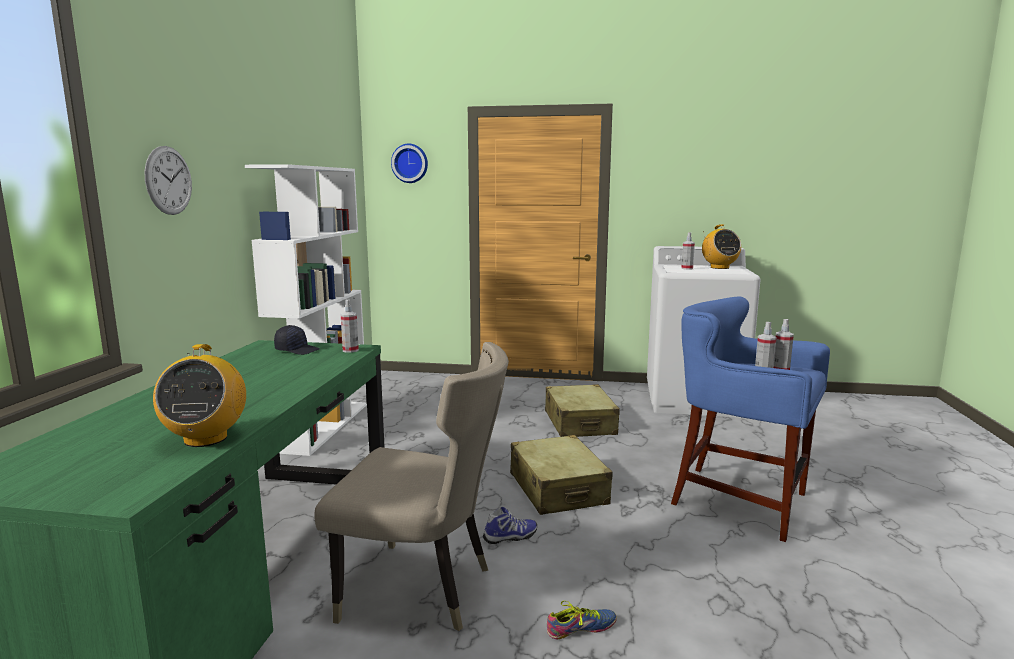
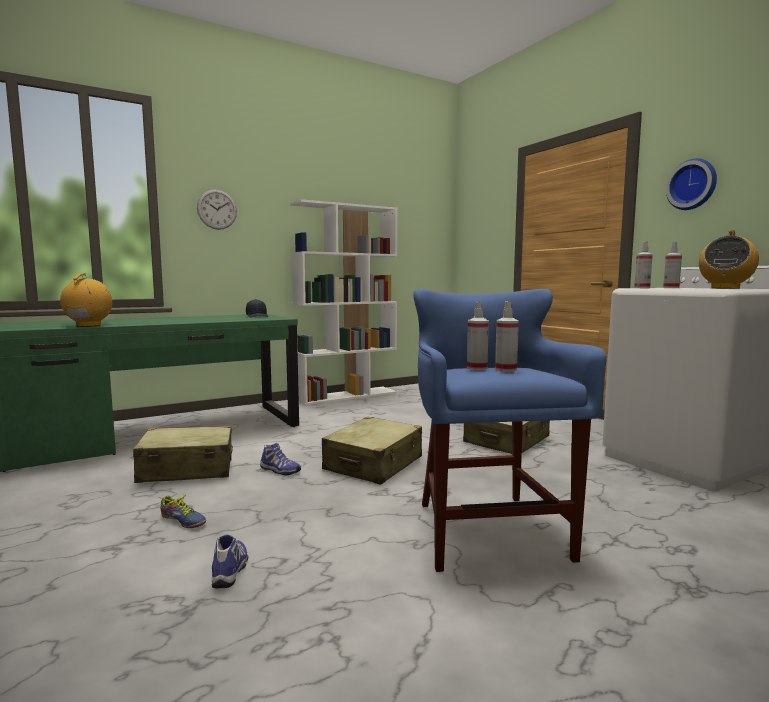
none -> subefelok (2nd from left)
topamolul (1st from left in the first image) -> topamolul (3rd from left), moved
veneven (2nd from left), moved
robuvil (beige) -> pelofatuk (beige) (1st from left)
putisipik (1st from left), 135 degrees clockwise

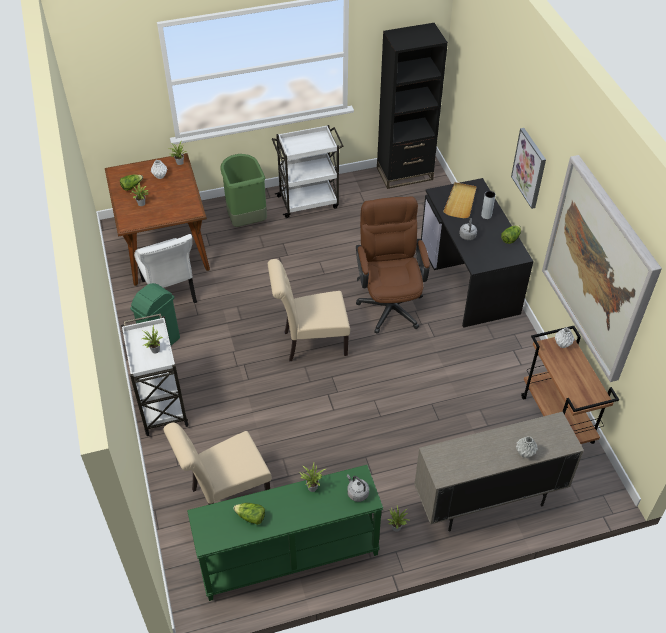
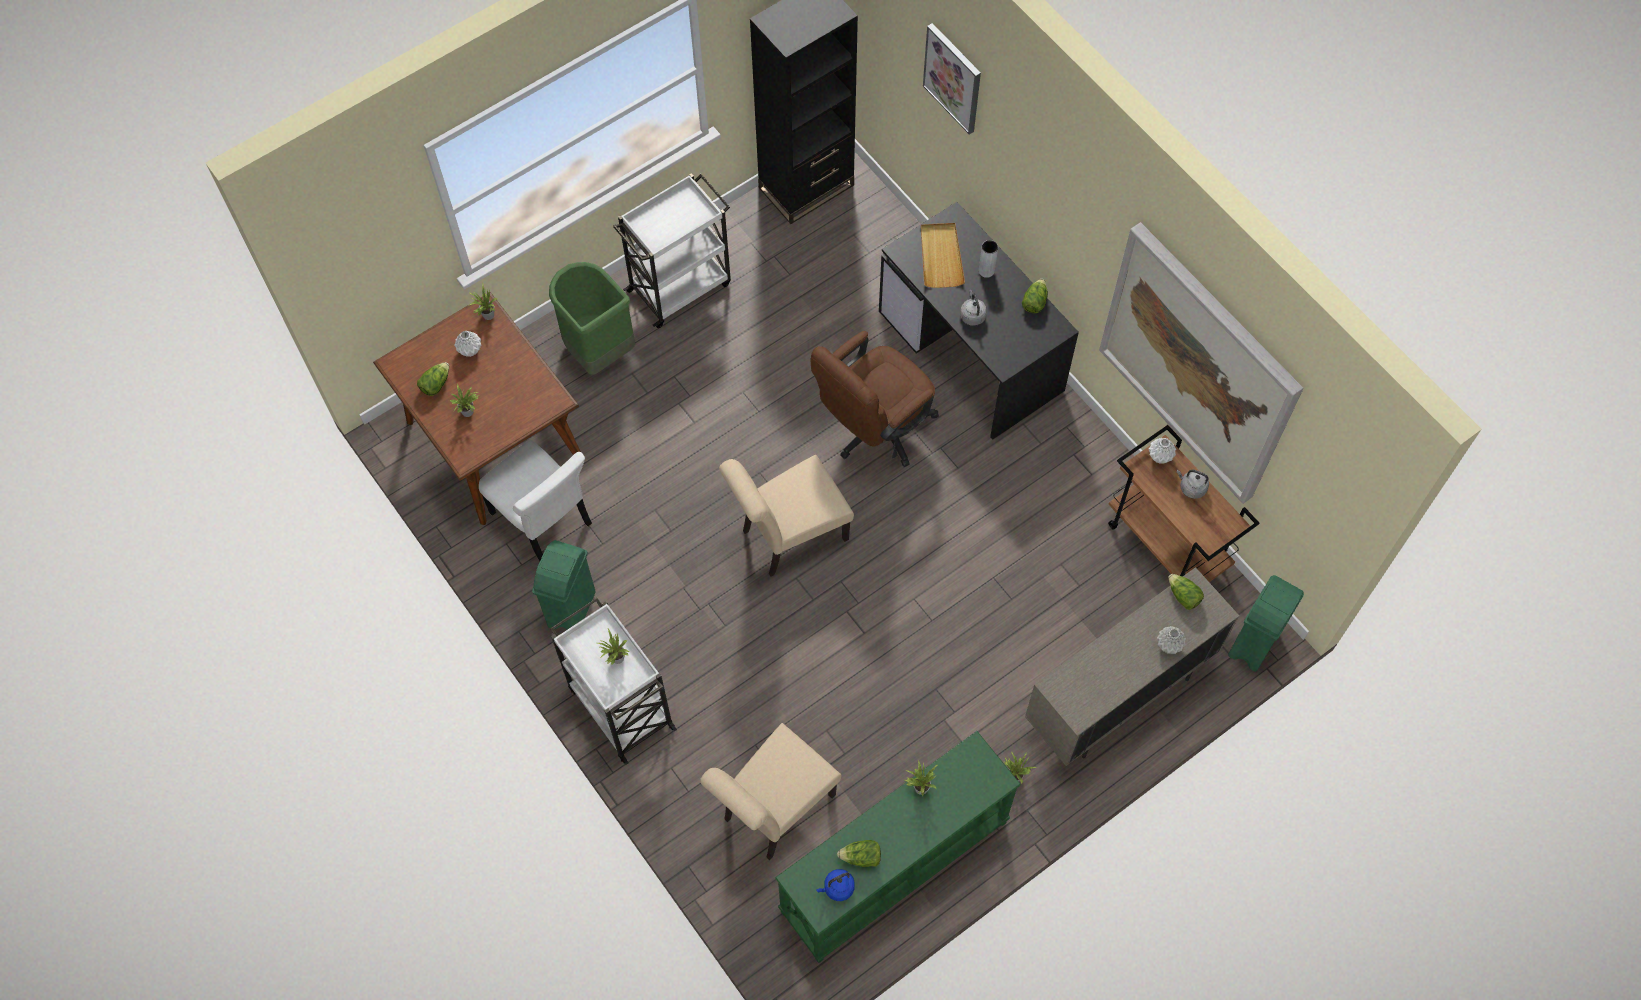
none -> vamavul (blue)
none -> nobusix (4th from left)
none -> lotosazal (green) (3rd from left)
vamavul (grey) (1st from left in the first image) -> vamavul (grey) (2nd from left), moved
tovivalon (1st from left), moved
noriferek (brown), 105 degrees counterclockwise

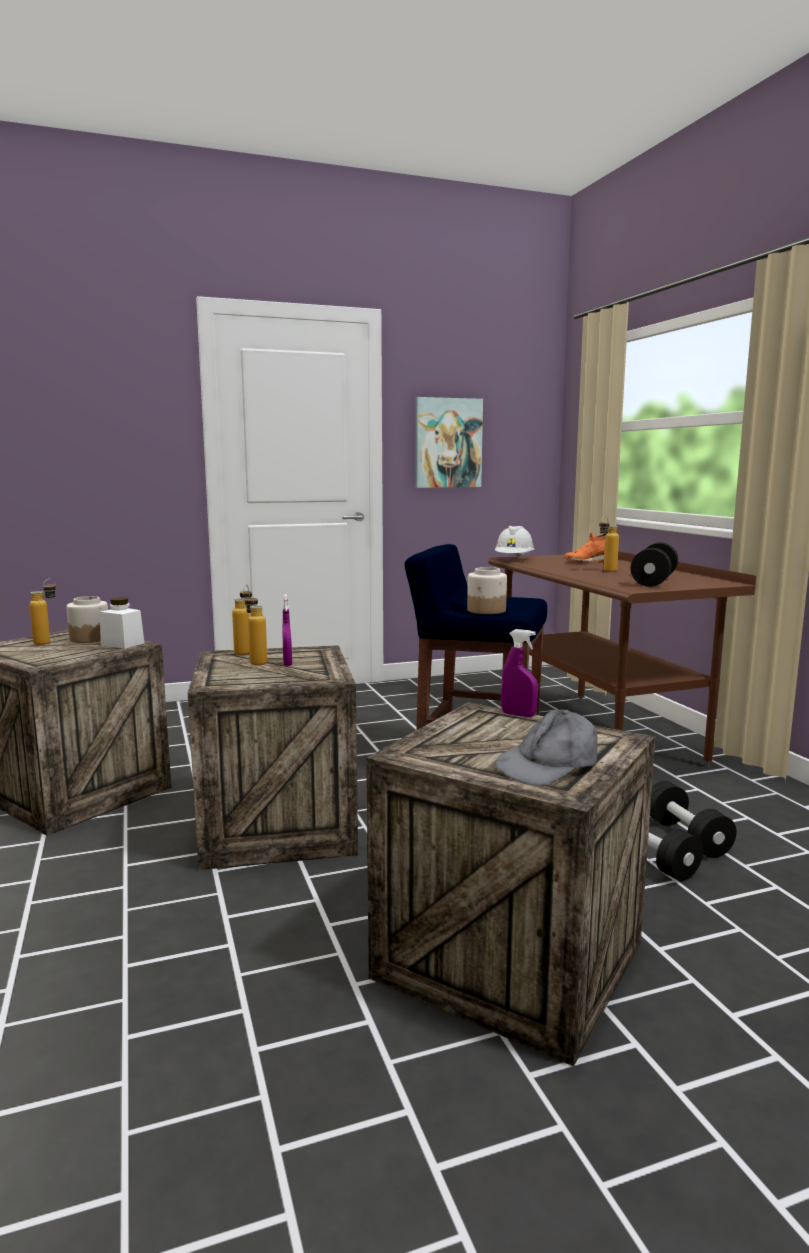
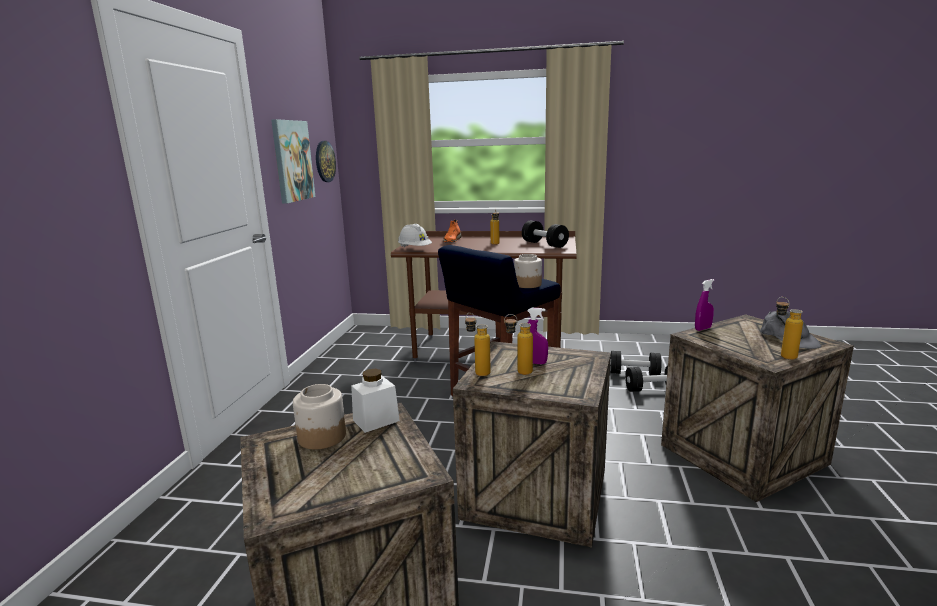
none -> veneven
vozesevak (1st from left in the first image) -> vozesevak (4th from left), moved

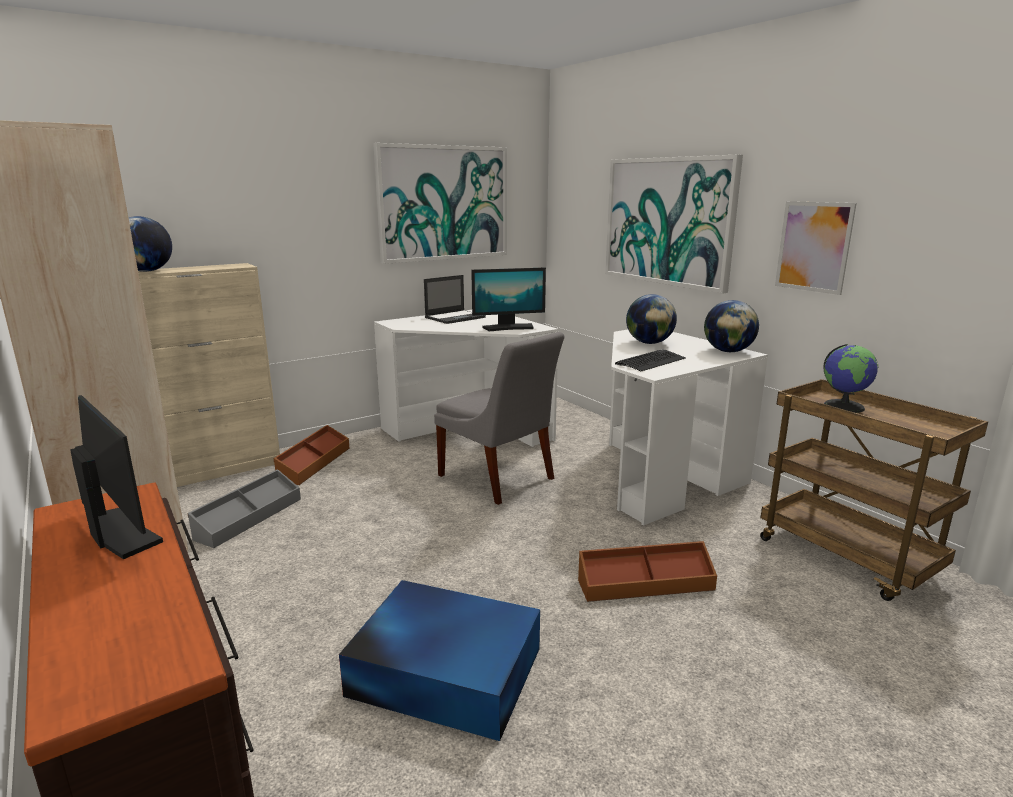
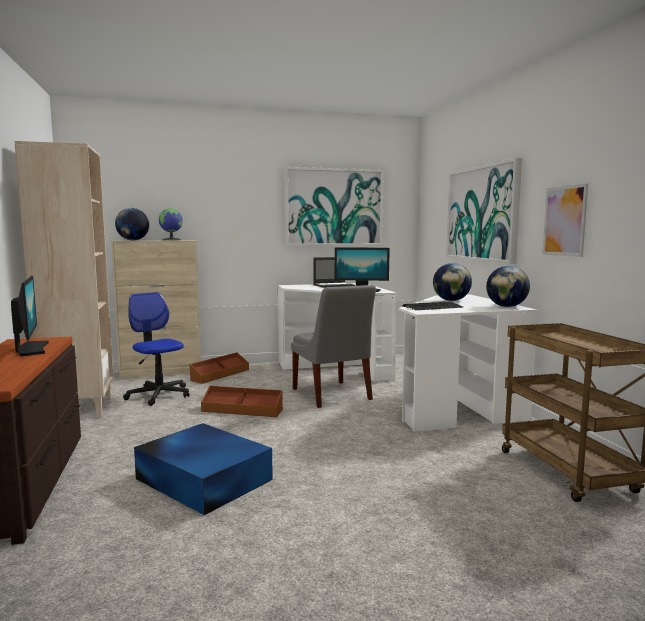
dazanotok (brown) (2nd from left), moved
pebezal (4th from left in the first image) -> pebezal (2nd from left), moved
dazanotok (grey) -> noriferek

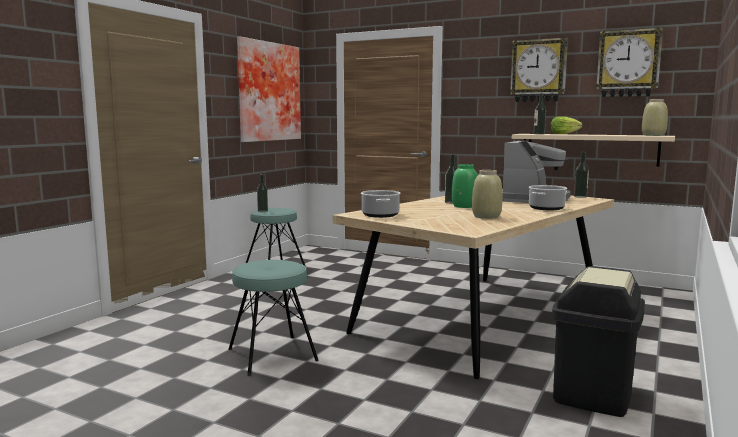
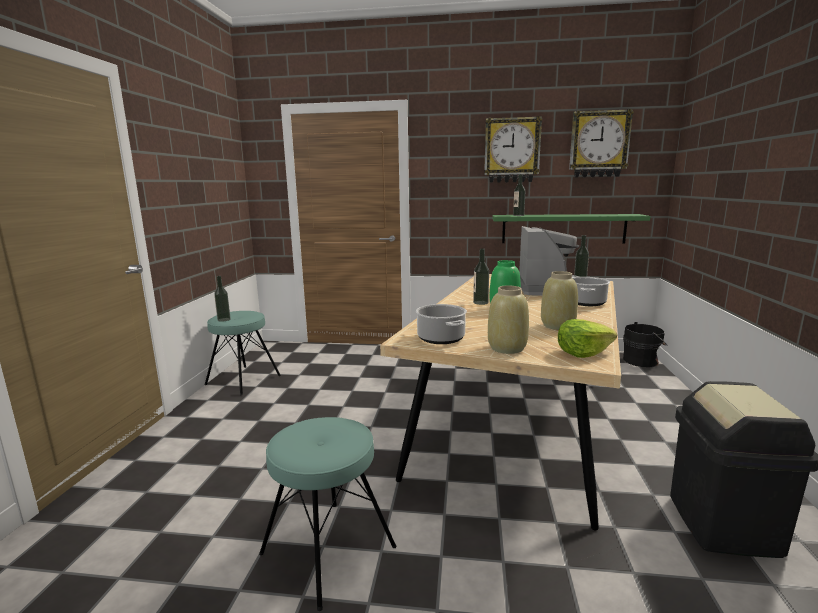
tovivalon -> none
none -> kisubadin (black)
nobusix, moved
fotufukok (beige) (2nd from left in the first image) -> fotufukok (beige) (1st from left), moved
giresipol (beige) -> giresipol (green)

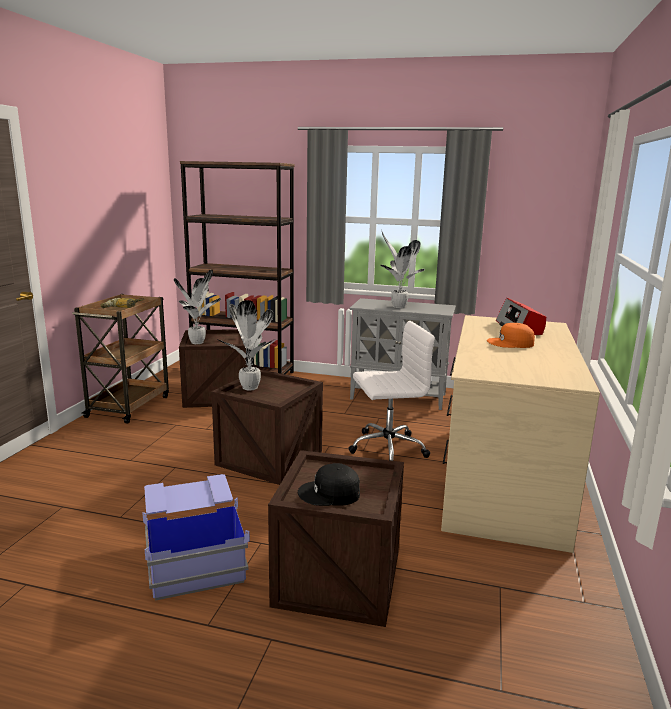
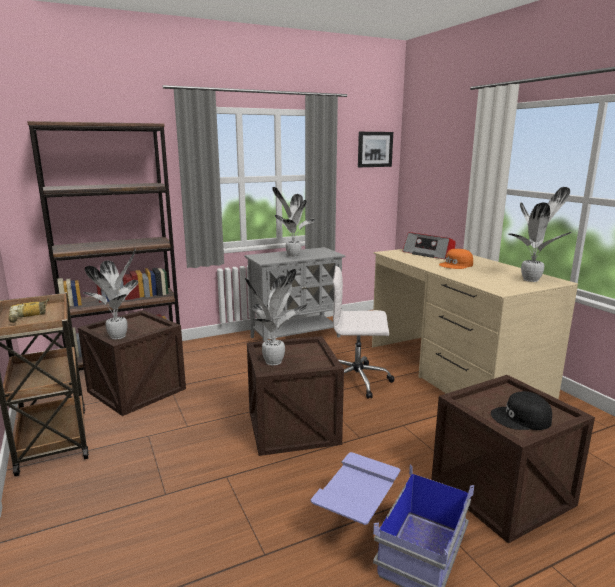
none -> tovivalon
none -> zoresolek (4th from left)
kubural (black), 45 degrees clockwise
noriferek (white), 120 degrees counterclockwise

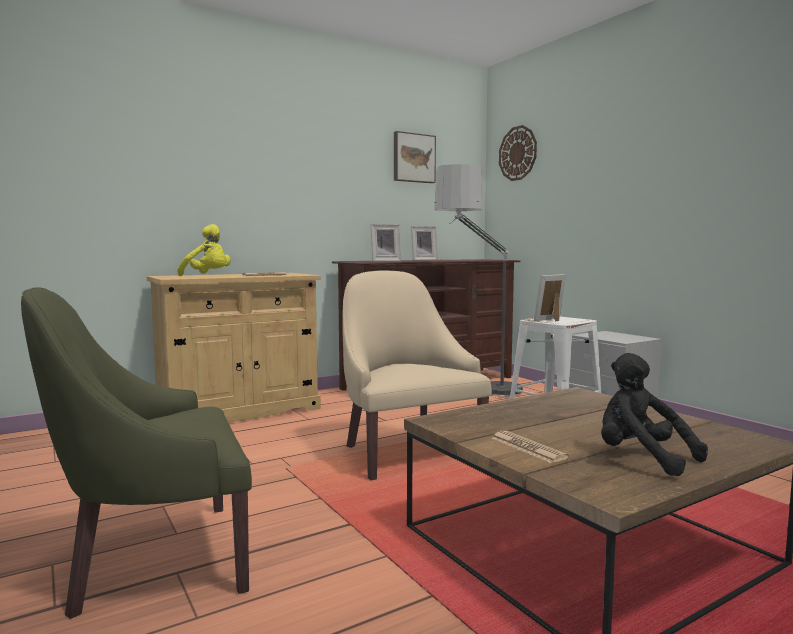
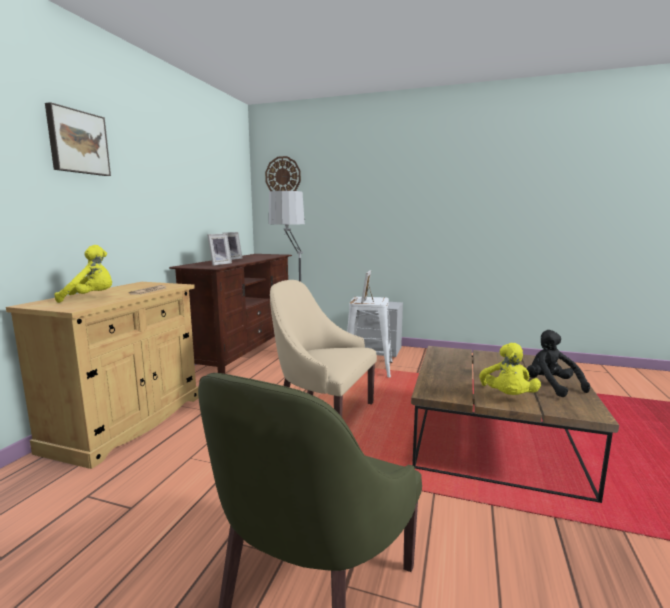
tovivalon, moved
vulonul (2nd from left) -> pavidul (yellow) (2nd from left)
pavidul (black), 60 degrees clockwise

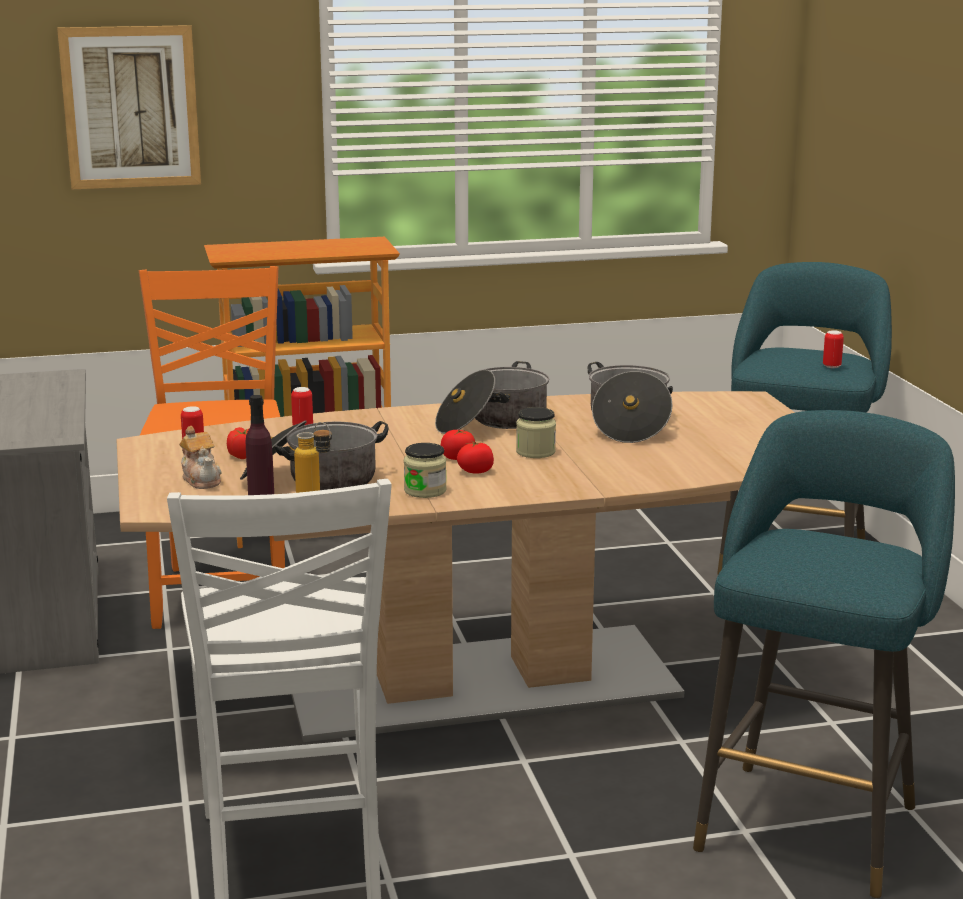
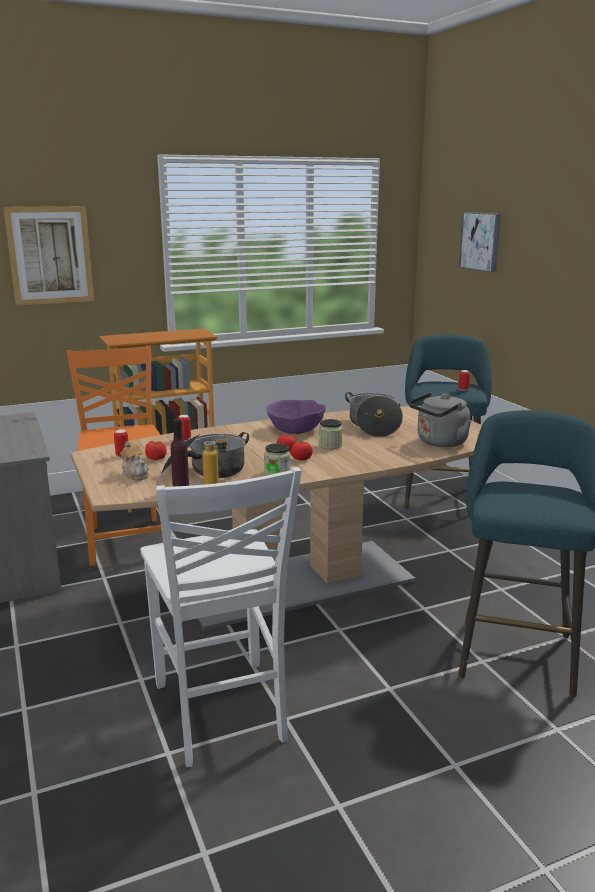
none -> vamavul (grey)
none -> tovivalon (2nd from left)
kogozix (2nd from left) -> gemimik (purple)

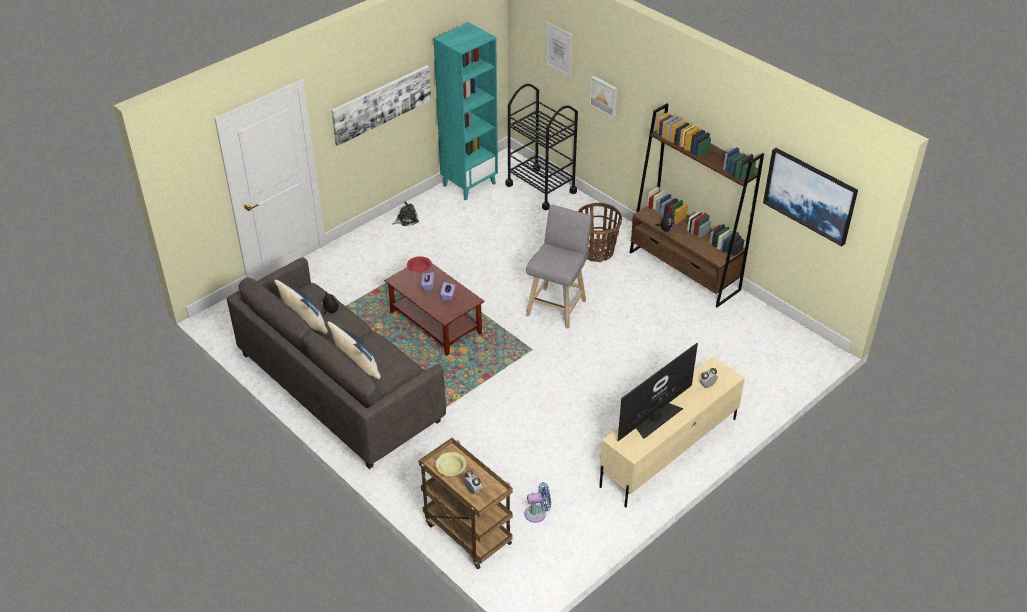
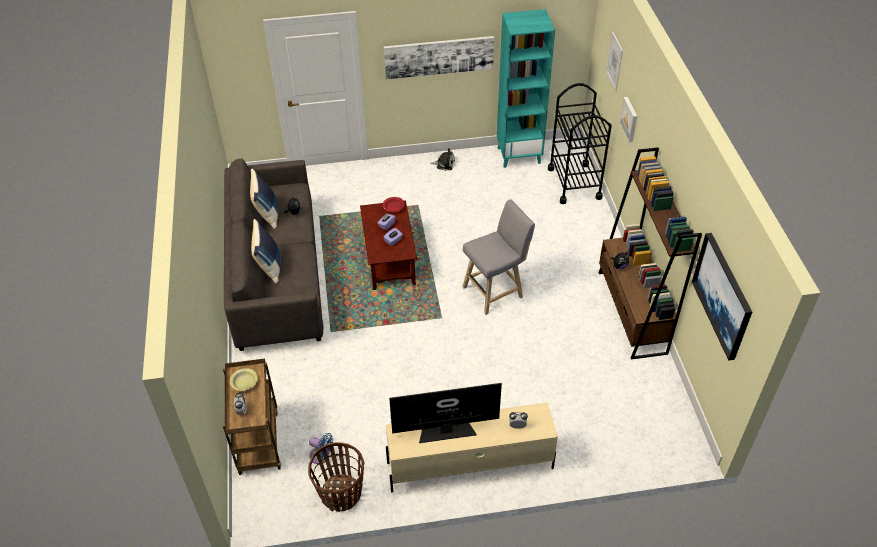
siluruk, moved

